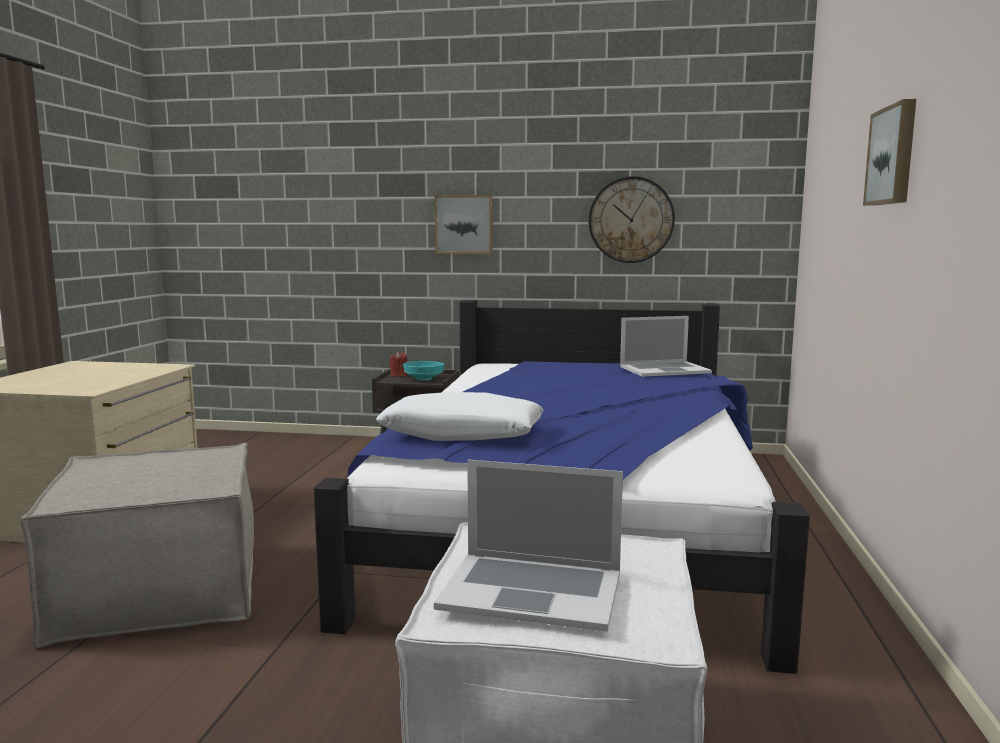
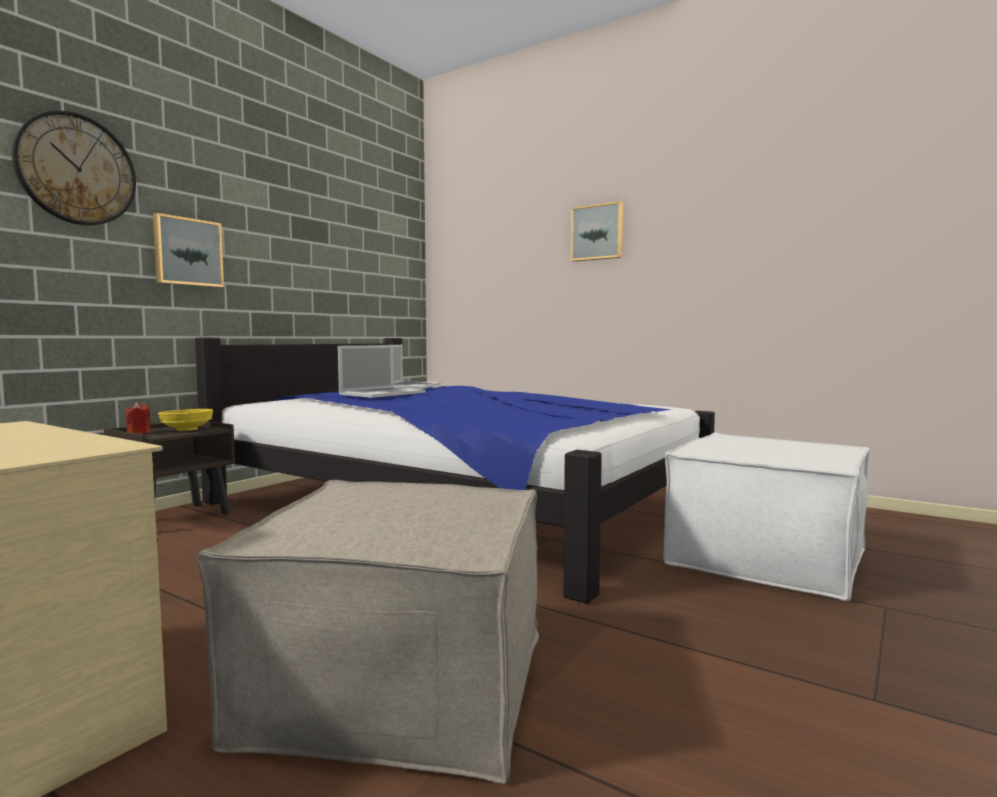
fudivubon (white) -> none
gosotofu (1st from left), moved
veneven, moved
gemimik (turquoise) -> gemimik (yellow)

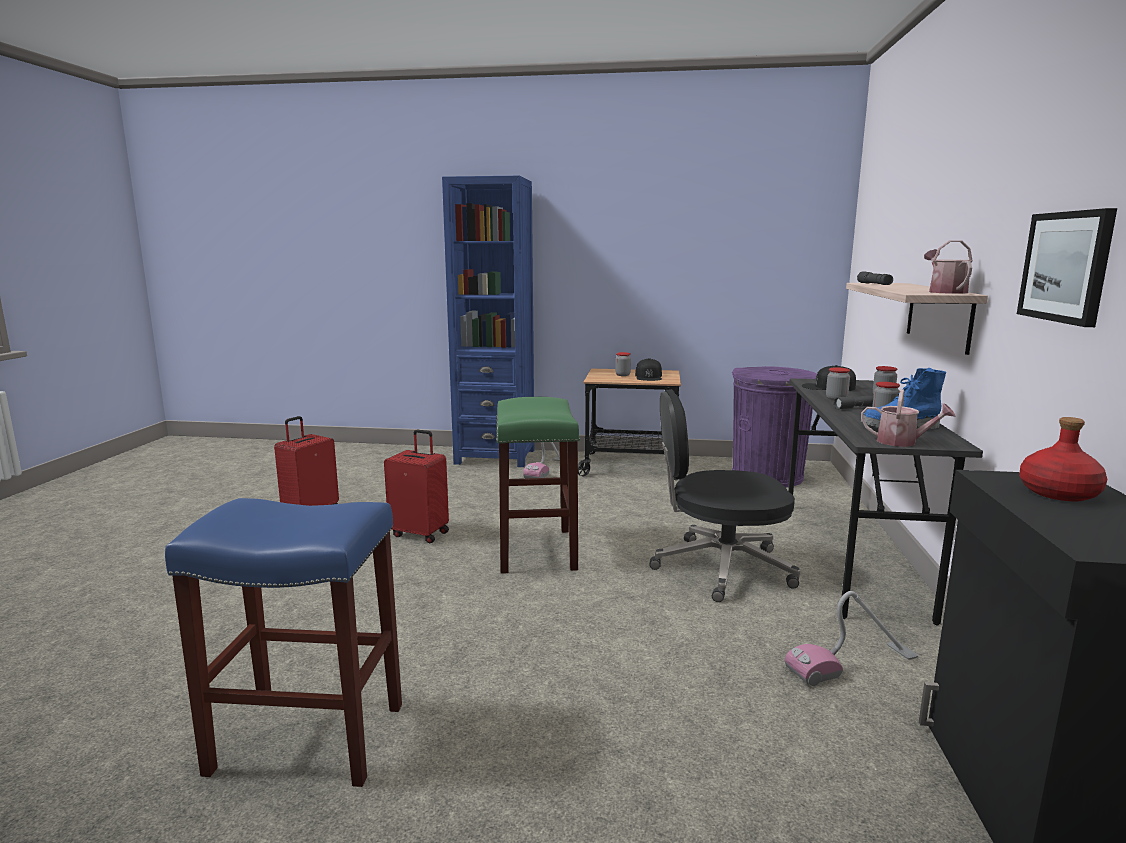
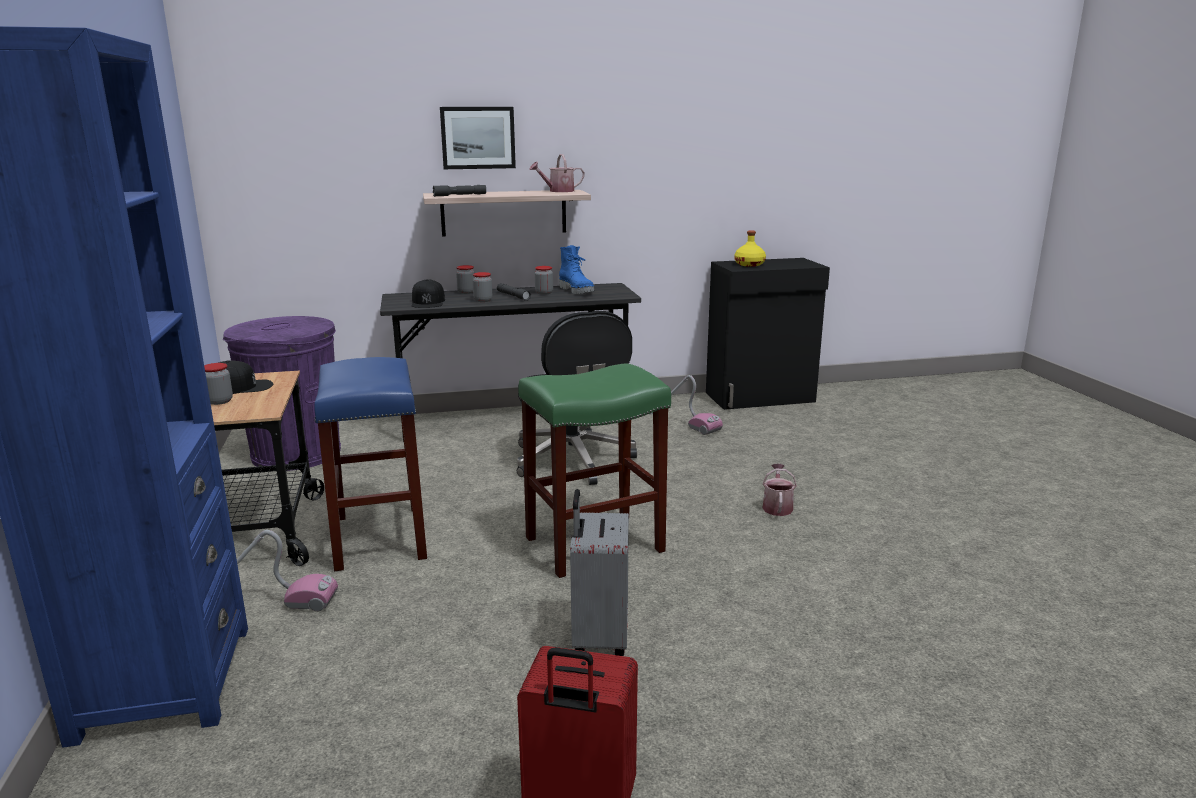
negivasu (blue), moved
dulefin (1st from left in the first image) -> dulefin (2nd from left), moved
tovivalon, moved
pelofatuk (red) (2nd from left) -> pelofatuk (grey)
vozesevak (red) -> vozesevak (yellow)

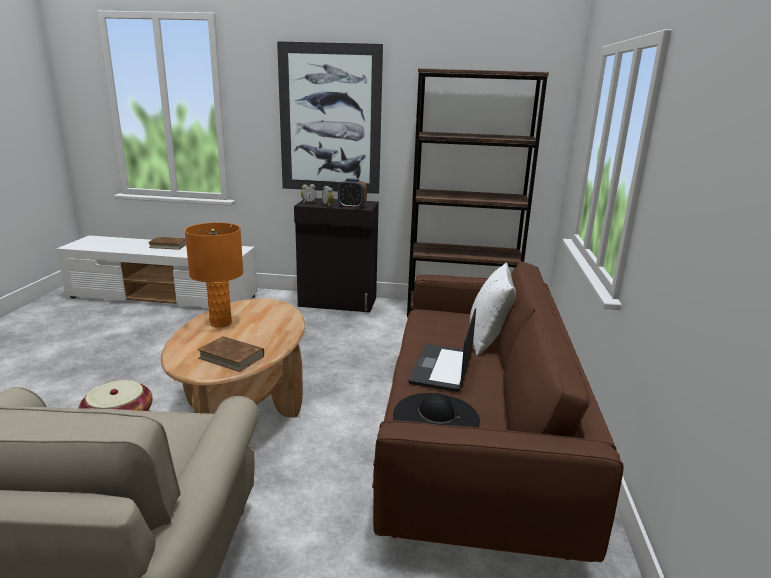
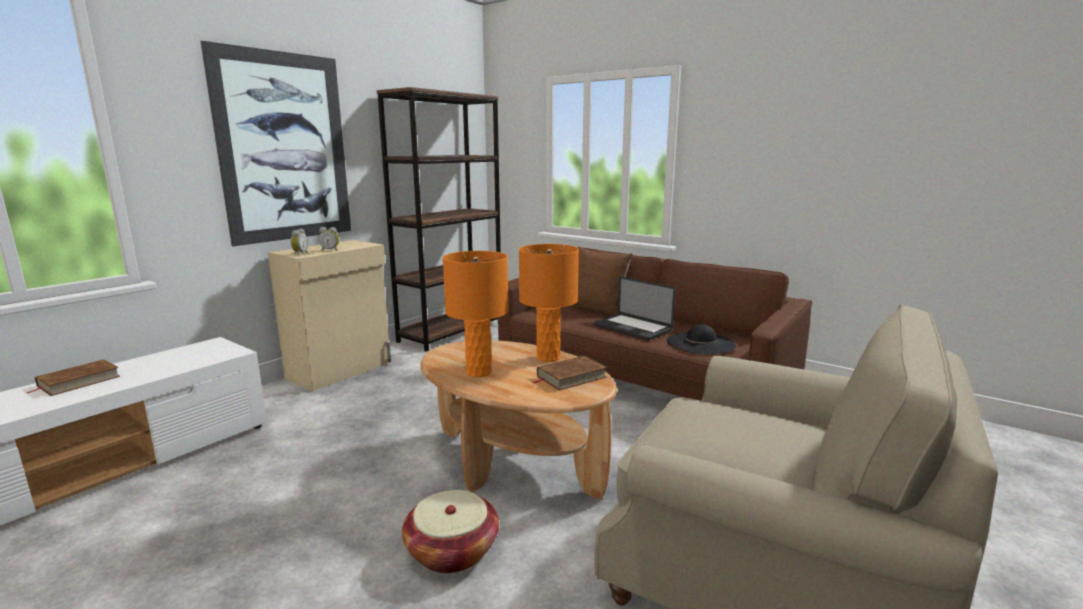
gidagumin (3rd from left) -> none
none -> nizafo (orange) (2nd from left)
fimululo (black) -> fimululo (beige)
fudivubon (white) -> fudivubon (brown)

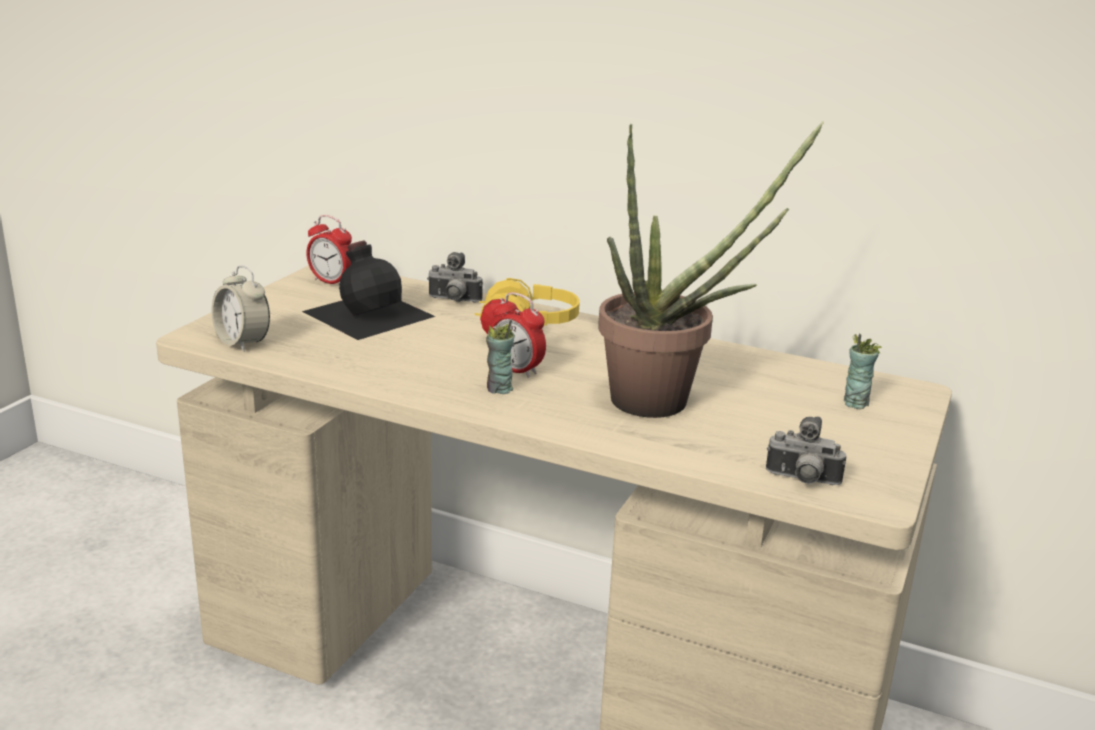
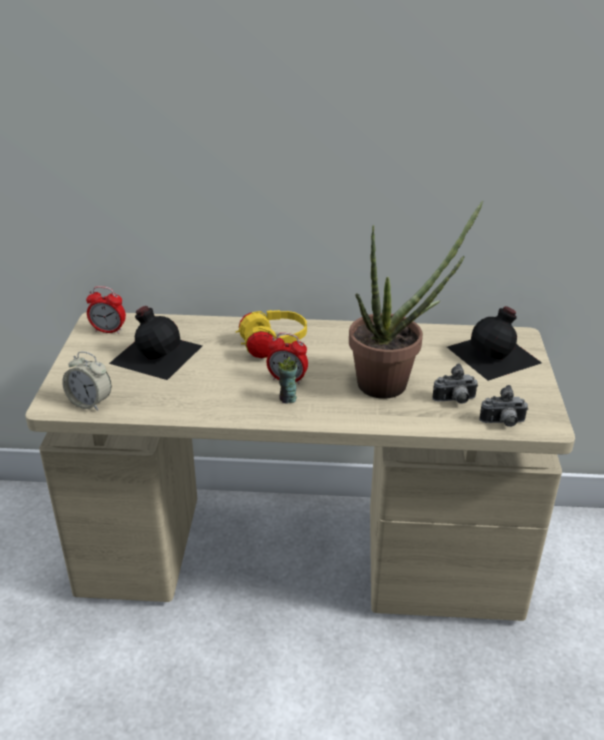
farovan (1st from left), moved
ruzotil (2nd from left) -> vozesevak (black) (2nd from left)

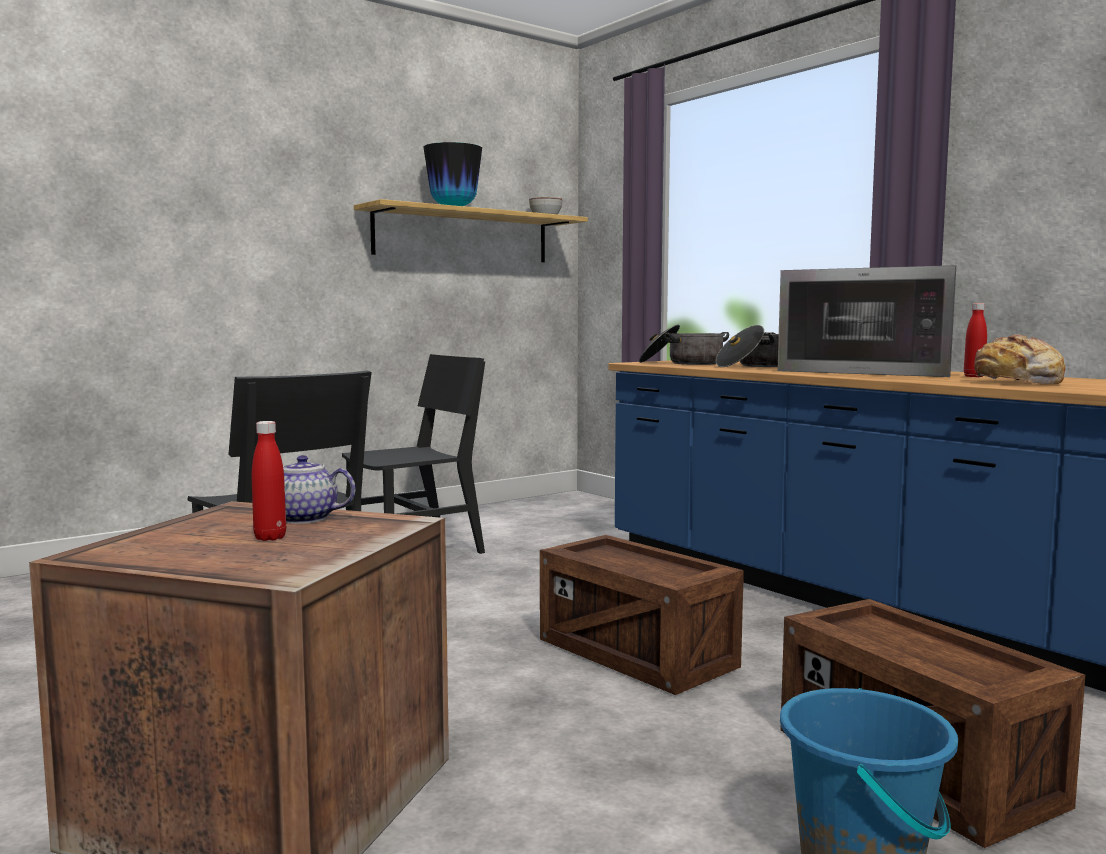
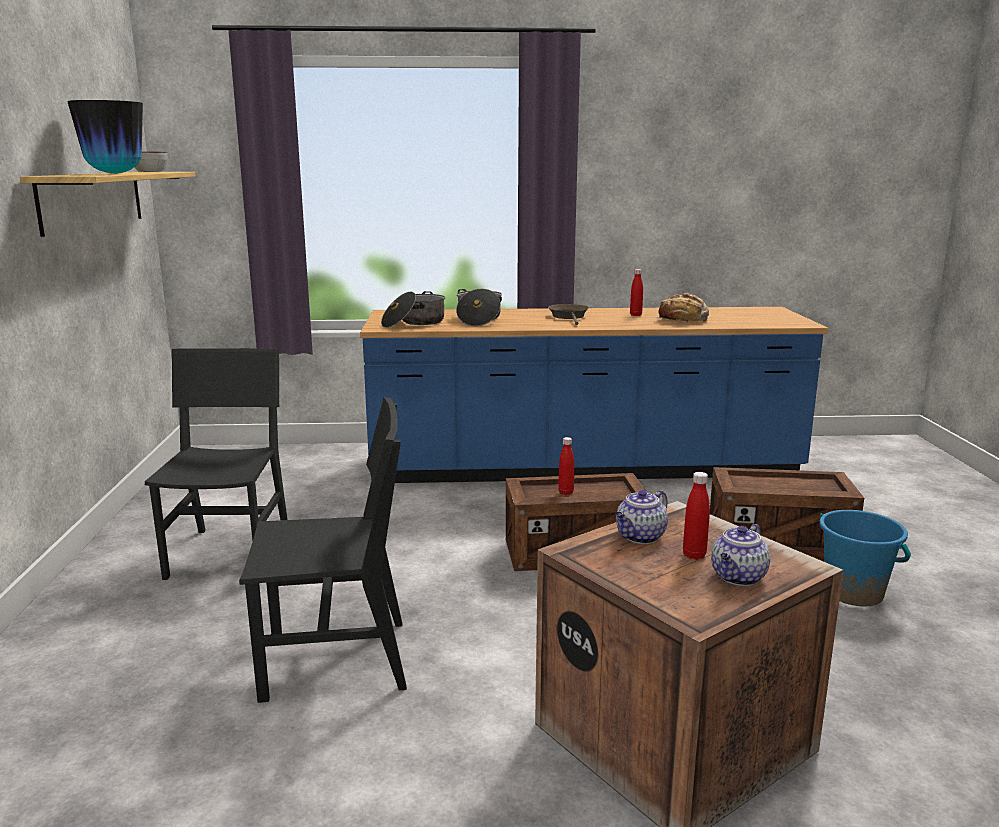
none -> vozesevak (red) (1st from left)
none -> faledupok (2nd from left)
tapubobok -> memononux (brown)

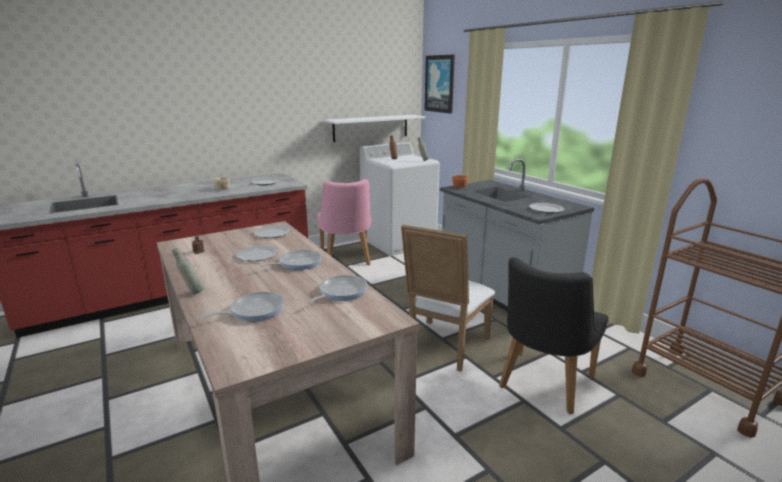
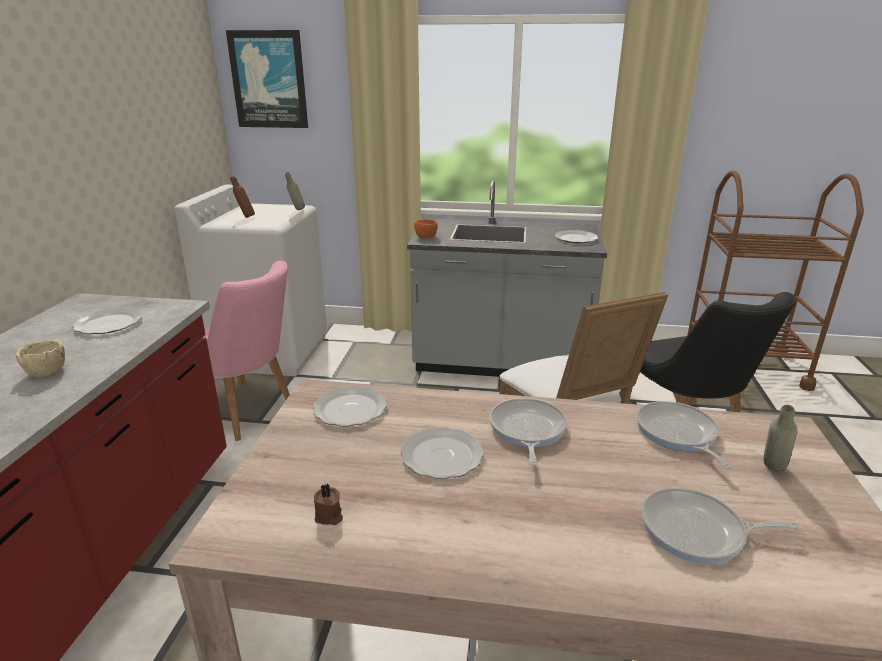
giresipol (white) -> none
vozesevak (grey) (1st from left in the first image) -> vozesevak (grey) (2nd from left), moved
memononux (1st from left in the first image) -> memononux (3rd from left), 90 degrees counterclockwise

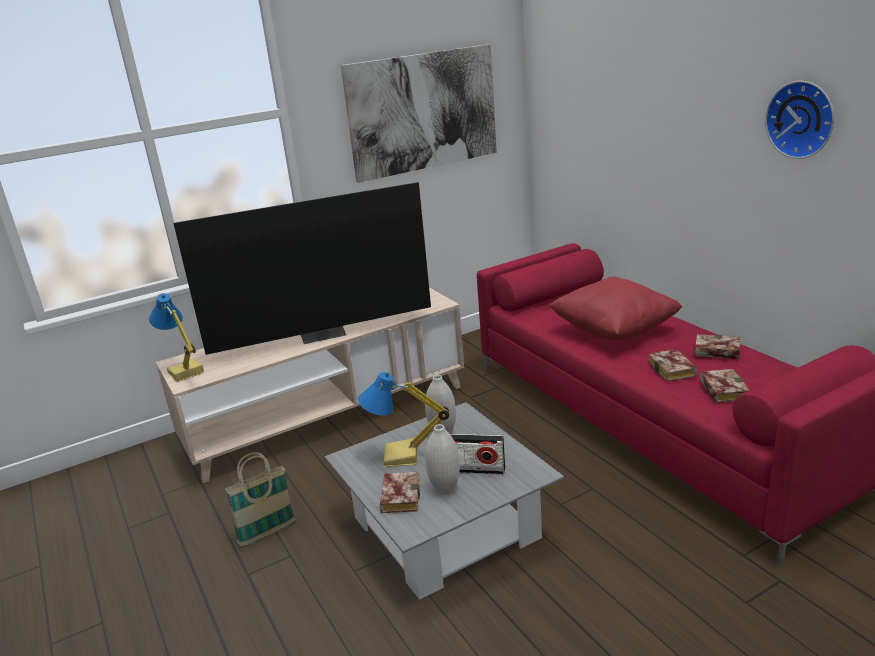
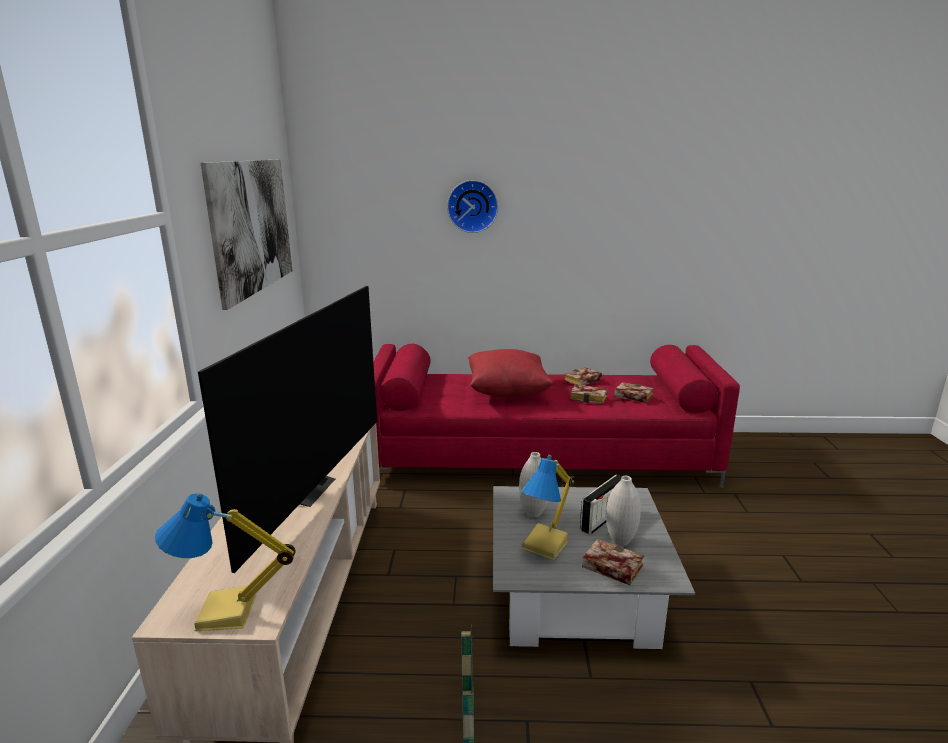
veneven, moved

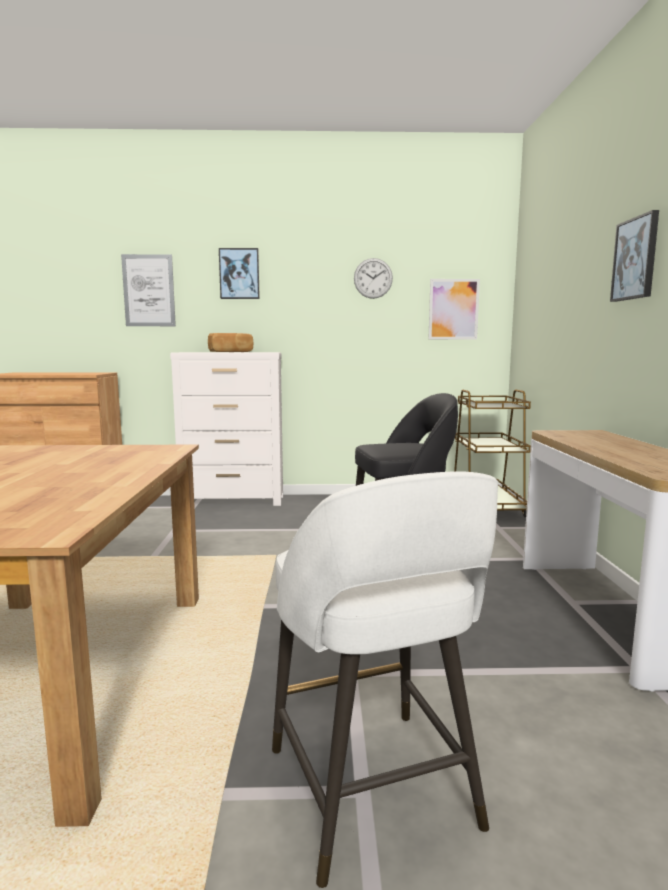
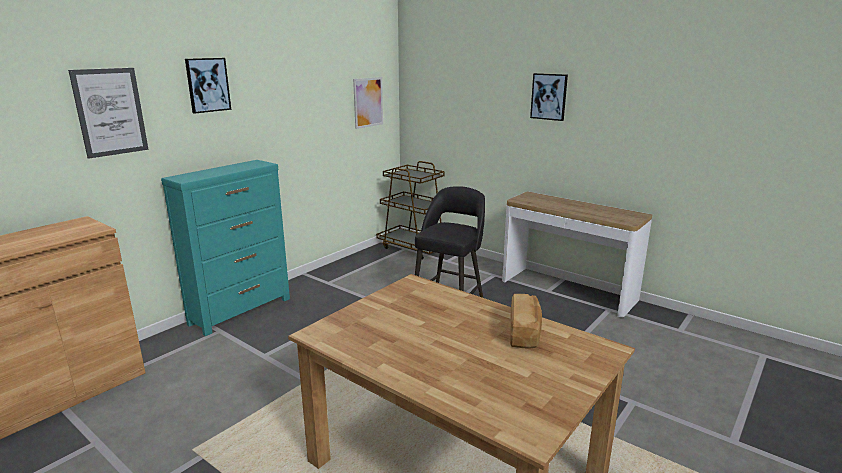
negivasu (white) -> none
veneven -> none
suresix, moved
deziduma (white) -> deziduma (turquoise)

